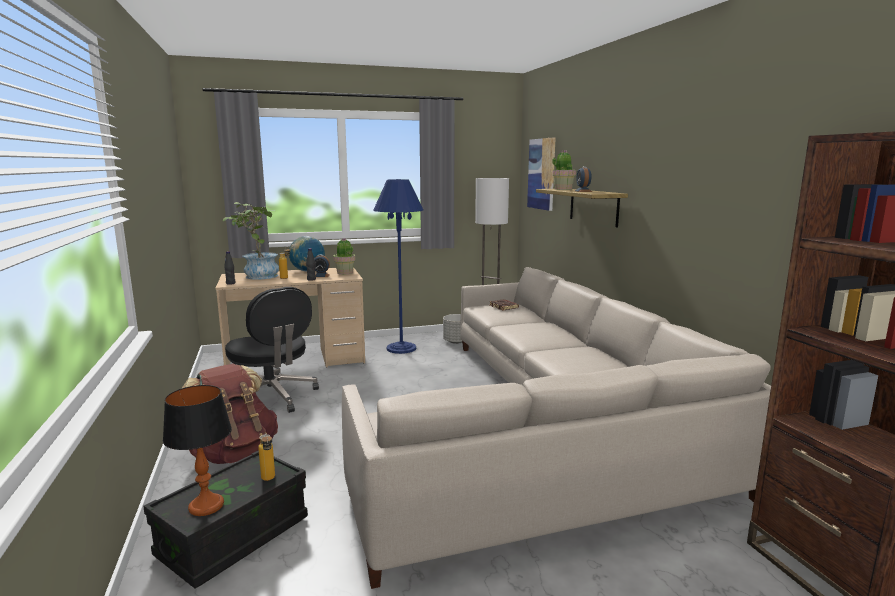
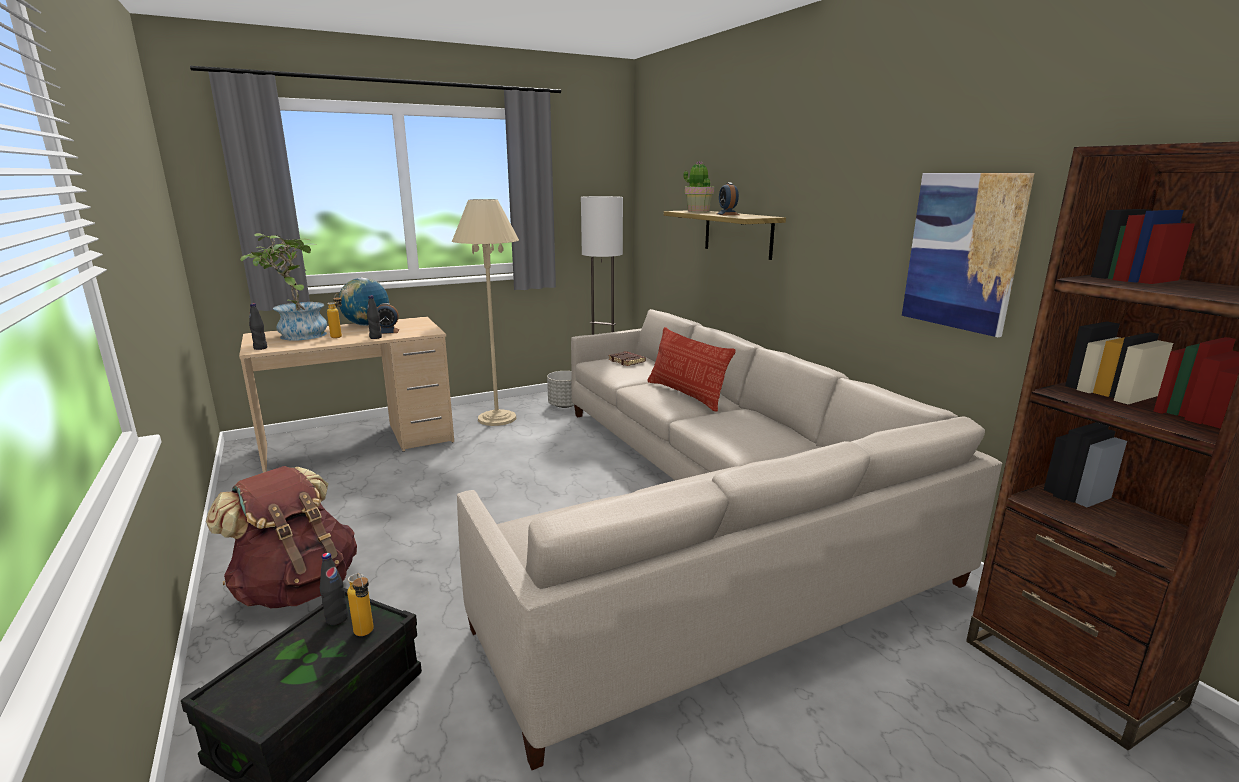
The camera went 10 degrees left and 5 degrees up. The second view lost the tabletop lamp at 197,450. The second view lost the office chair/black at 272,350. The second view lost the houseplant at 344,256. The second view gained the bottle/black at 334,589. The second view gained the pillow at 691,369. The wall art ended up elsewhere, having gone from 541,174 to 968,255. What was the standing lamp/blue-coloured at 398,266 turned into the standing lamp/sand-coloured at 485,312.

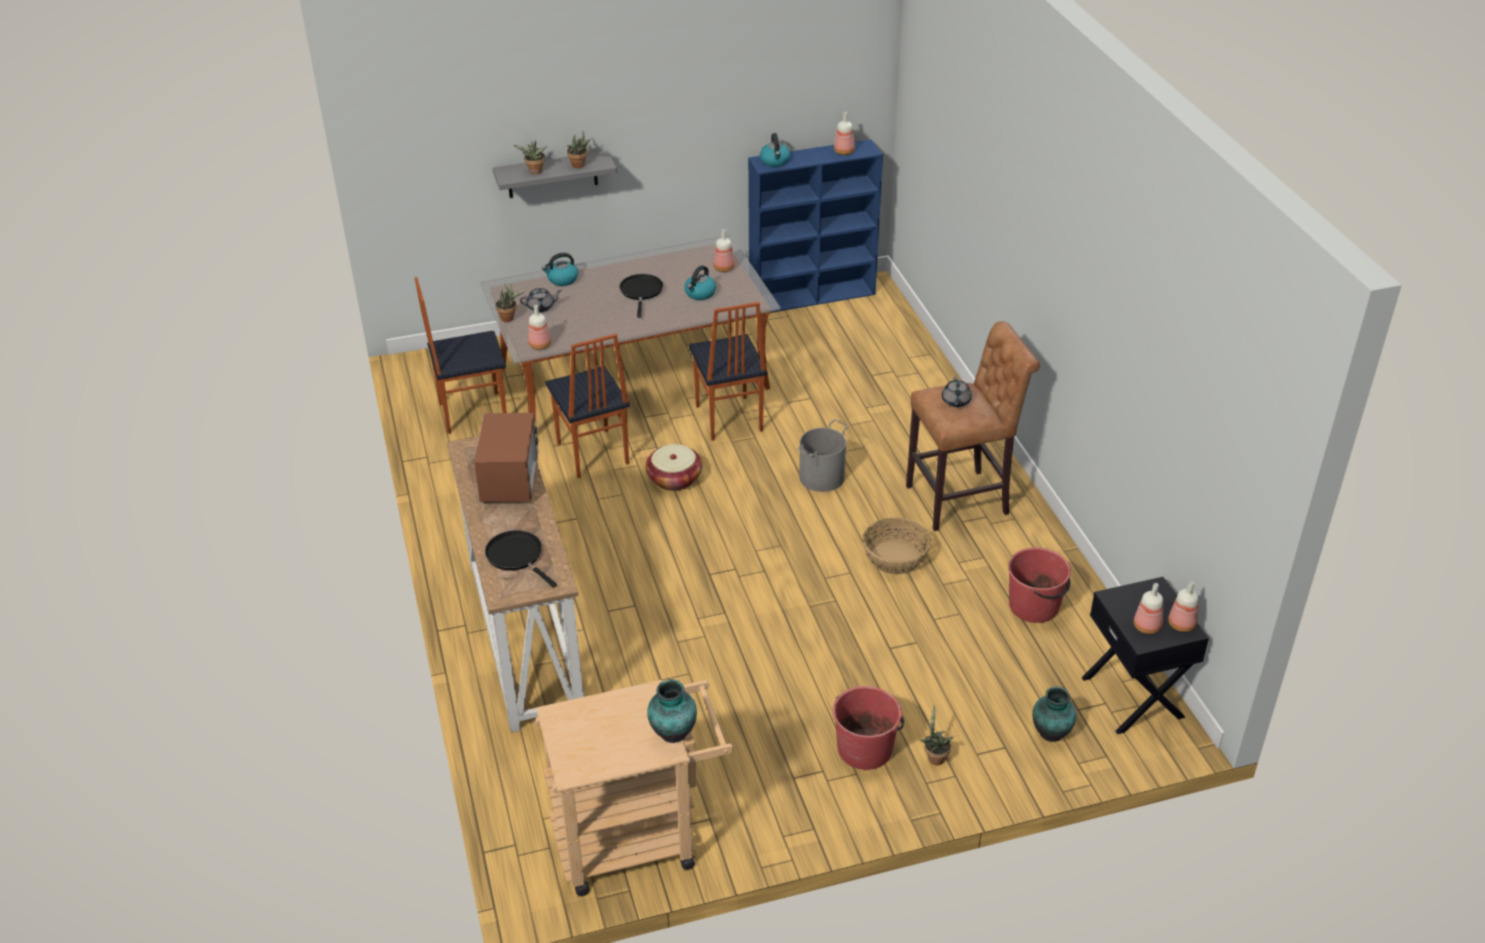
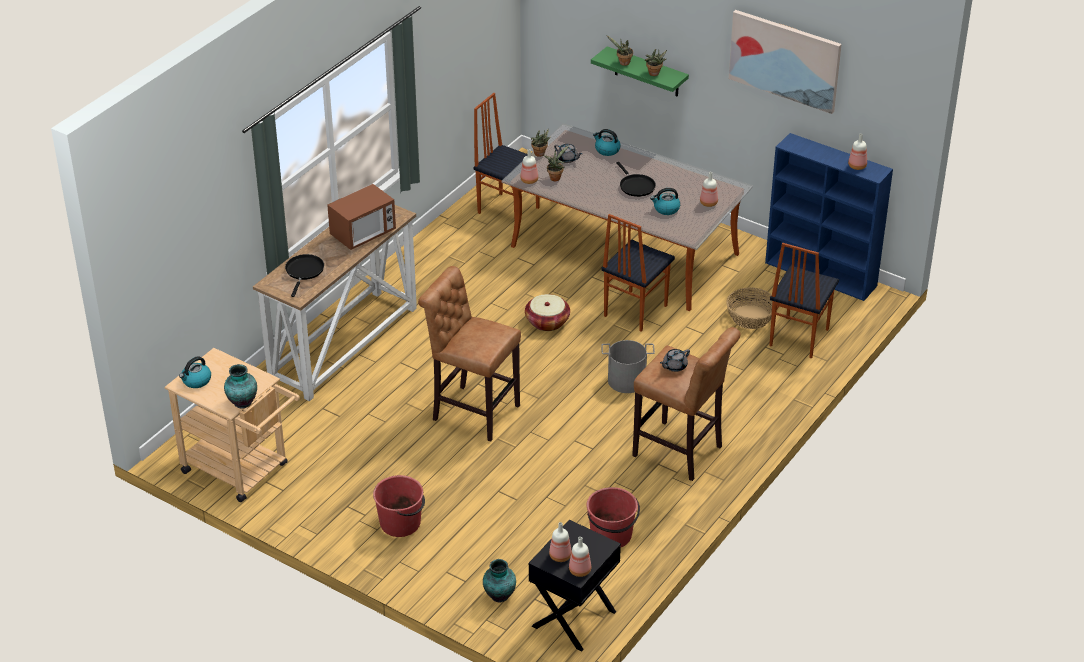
The camera went 50 degrees right and 0 degrees up. The second view gained the stool/brownish at 469,354. The second view gained the wall art at 785,62. The upright chair ended up elsewhere, having gone from 587,406 to 804,301. The tea kettle ended up elsewhere, having gone from 775,150 to 195,372. The household basket ended up elsewhere, having gone from 897,546 to 749,308. The houseplant ended up elsewhere, having gone from 936,735 to 556,163. What was the bracket shelf/gray at 555,174 turned into the bracket shelf/green-coloured at 640,71. The skillet/black at 641,295 ended up facing another way, 105 degrees clockwise from before.

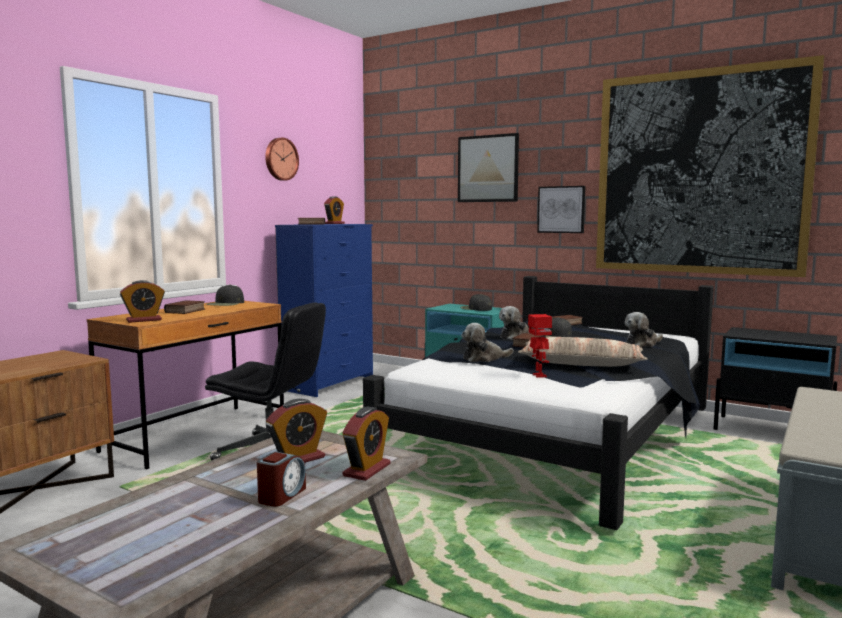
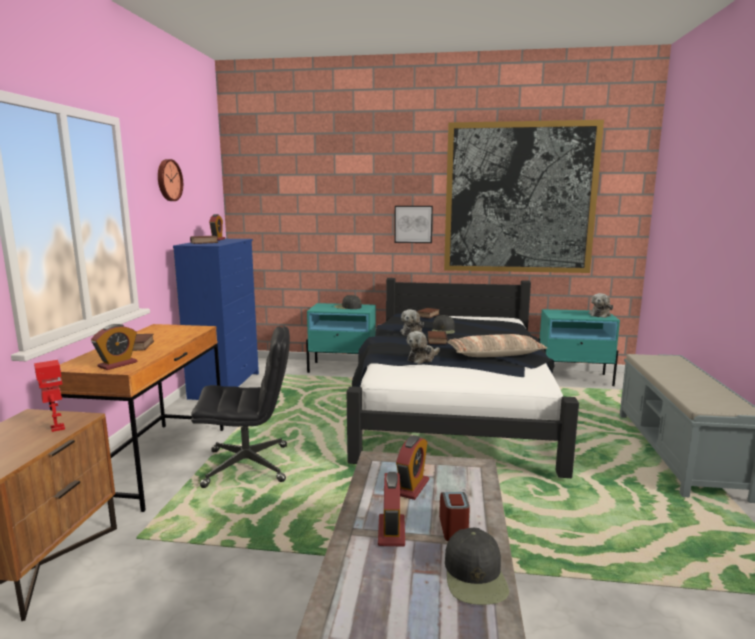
The camera went 25 degrees left and 5 degrees up. The second view lost the wall art at 488,167. The cap/black ended up elsewhere, having gone from 225,295 to 477,566. The bedside clock ended up elsewhere, having gone from 366,444 to 391,509. The toy robot ended up elsewhere, having gone from 540,346 to 49,396. The plush toy ended up elsewhere, having gone from 644,329 to 601,305. What was the nightstand/black at 775,378 turned into the nightstand/turquoise at 579,347.

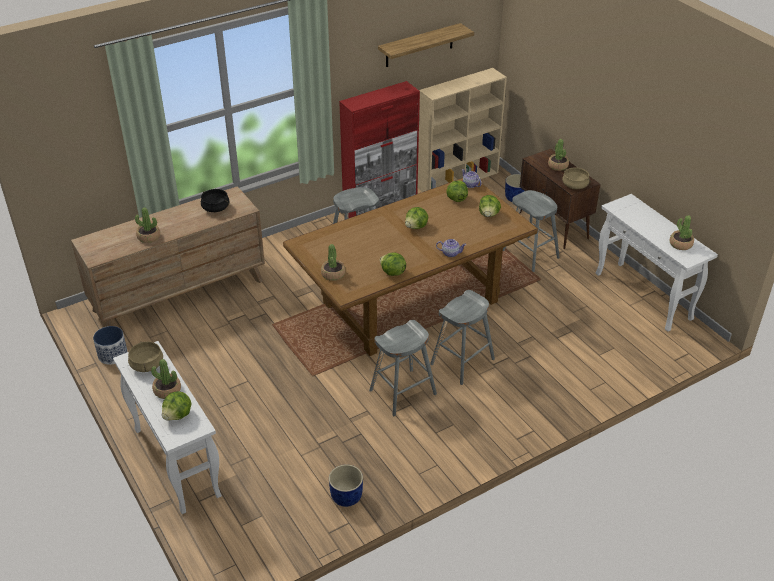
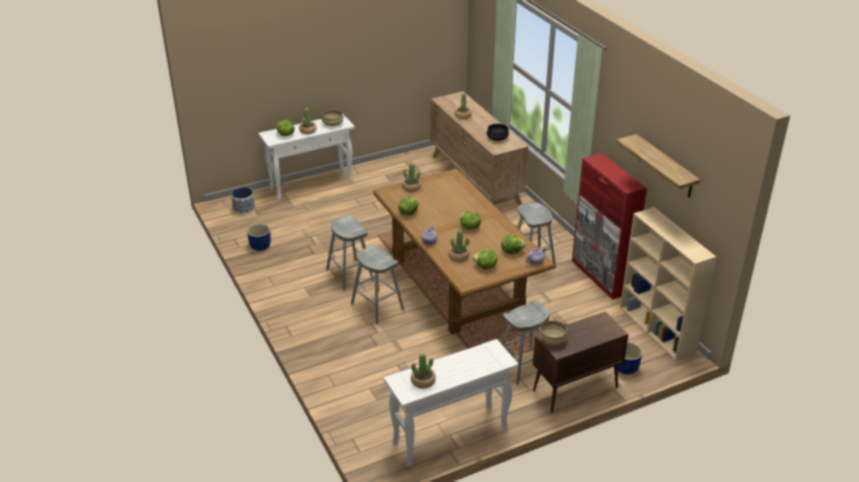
The camera went 95 degrees right and 5 degrees down. The plant pot ended up elsewhere, having gone from 110,345 to 243,201. The houseplant ended up elsewhere, having gone from 558,155 to 458,246.

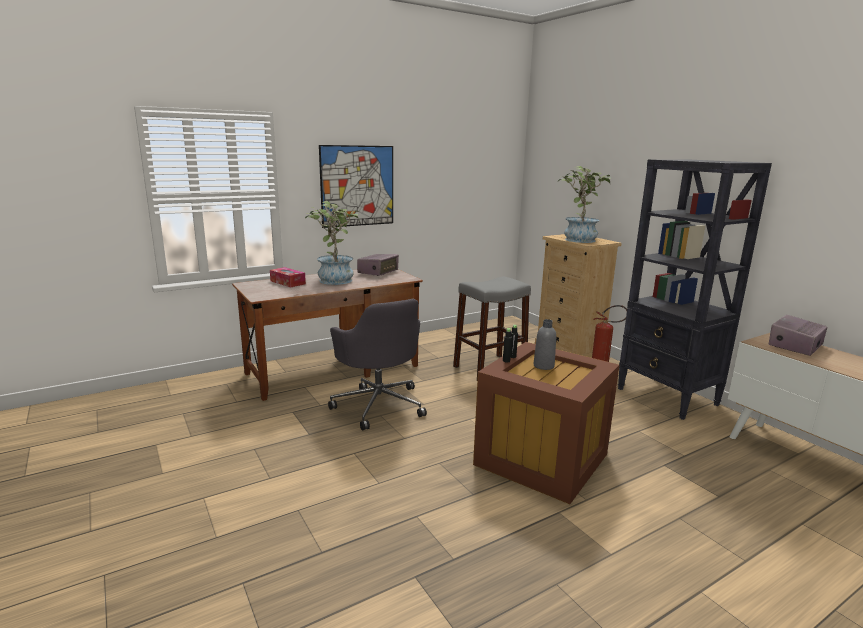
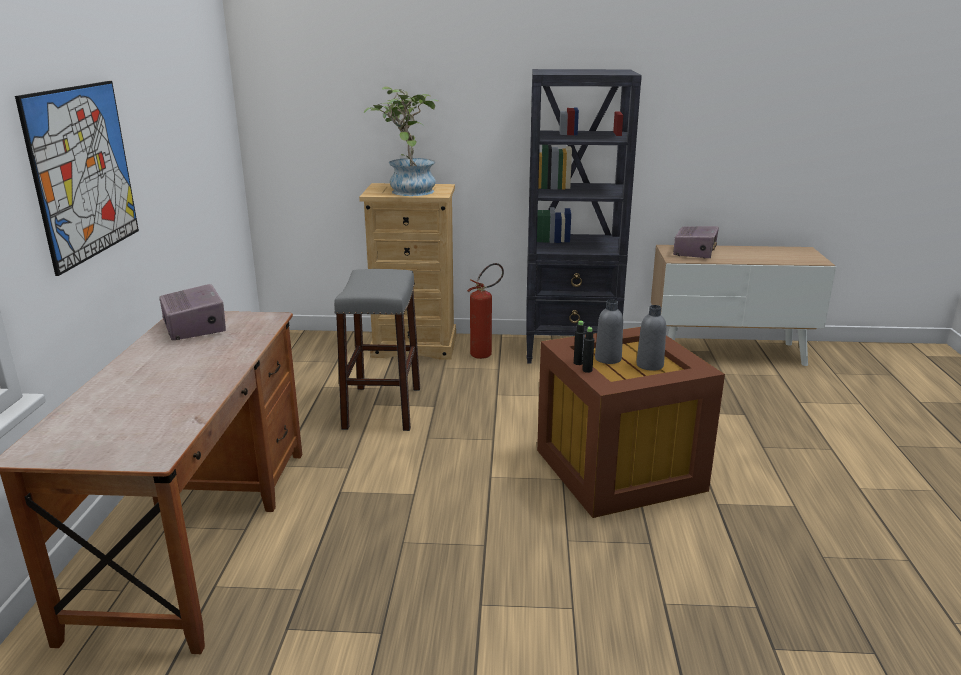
The camera went 55 degrees left and 5 degrees up. The second view lost the box of tissues at 288,277. The second view lost the houseplant at 332,243. The second view lost the office chair/gray at 377,364. The second view gained the bottle/gray at 651,338. The radio set at 797,335 ended up facing another way, 150 degrees counterclockwise from before.

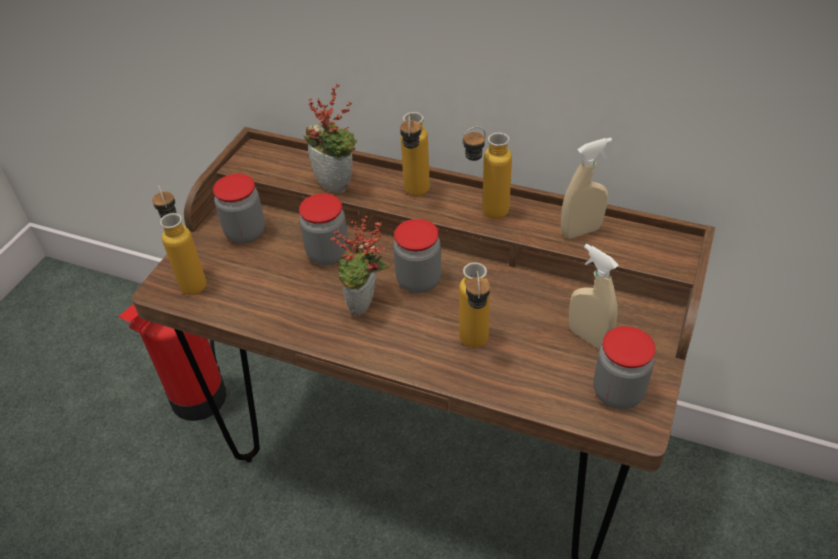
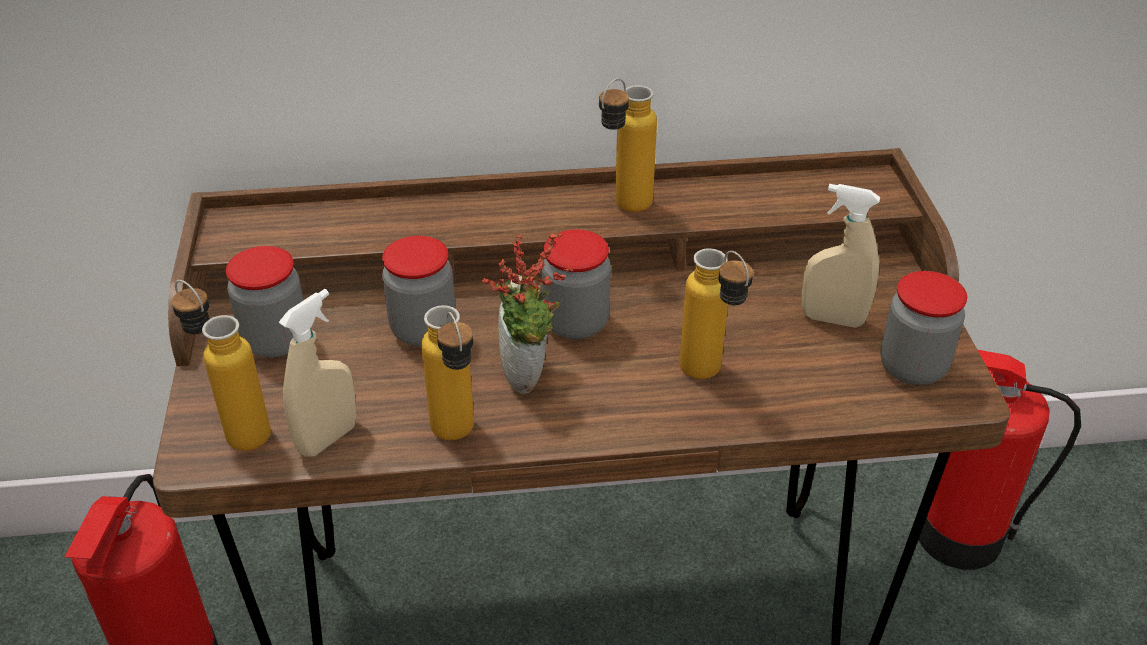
The camera went 30 degrees left and 5 degrees down. The second view lost the houseplant at 330,138. The second view gained the fire-fighting cylinder at 999,460. The bottle ended up elsewhere, having gone from 415,154 to 447,372. The spray bottle/sand-coloured ended up elsewhere, having gone from 586,188 to 317,373.

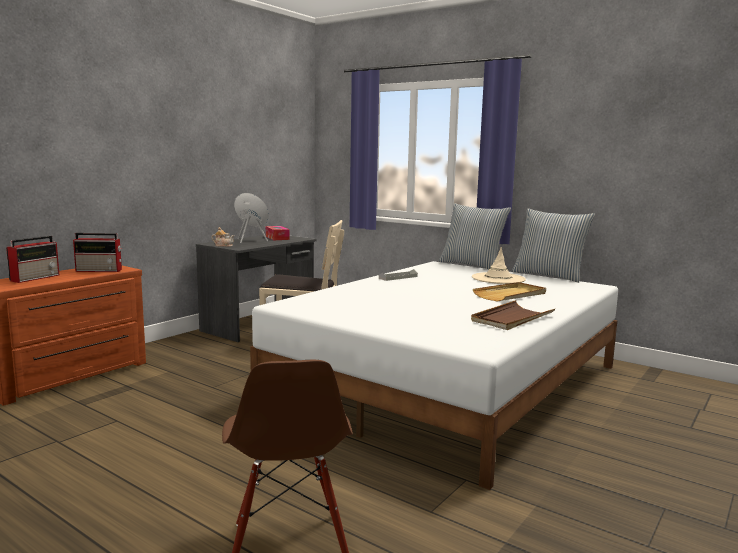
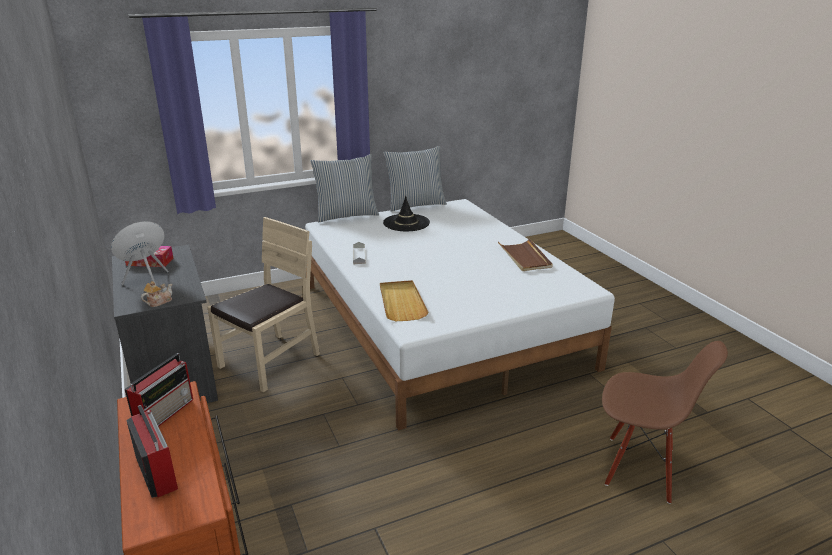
The camera went 60 degrees left and 15 degrees up. The serving tray/sand-coloured ended up elsewhere, having gone from 509,291 to 404,300. What was the clothing hat/sand-coloured at 499,265 turned into the clothing hat/black at 406,213.

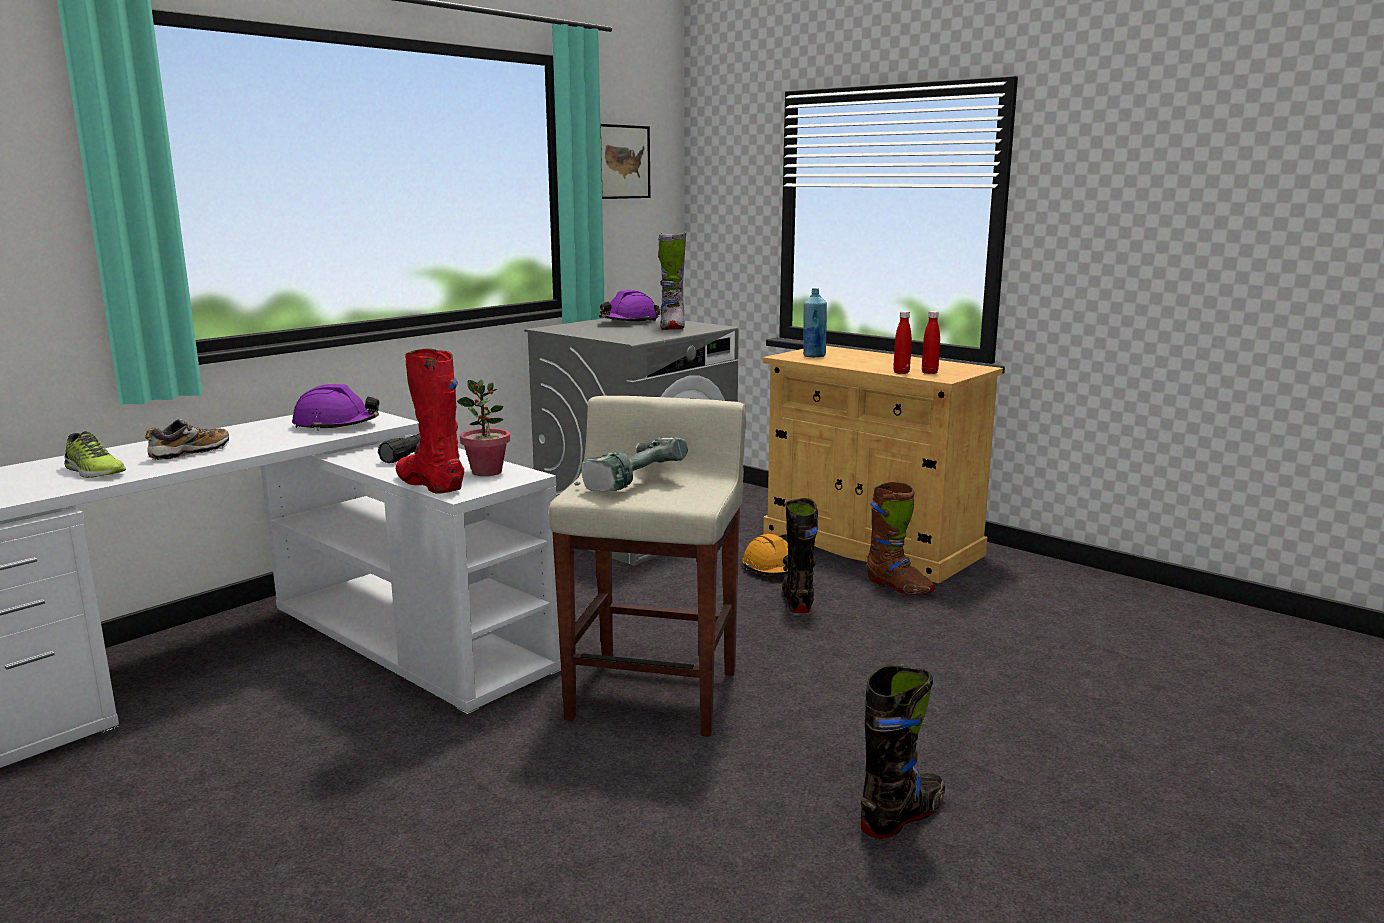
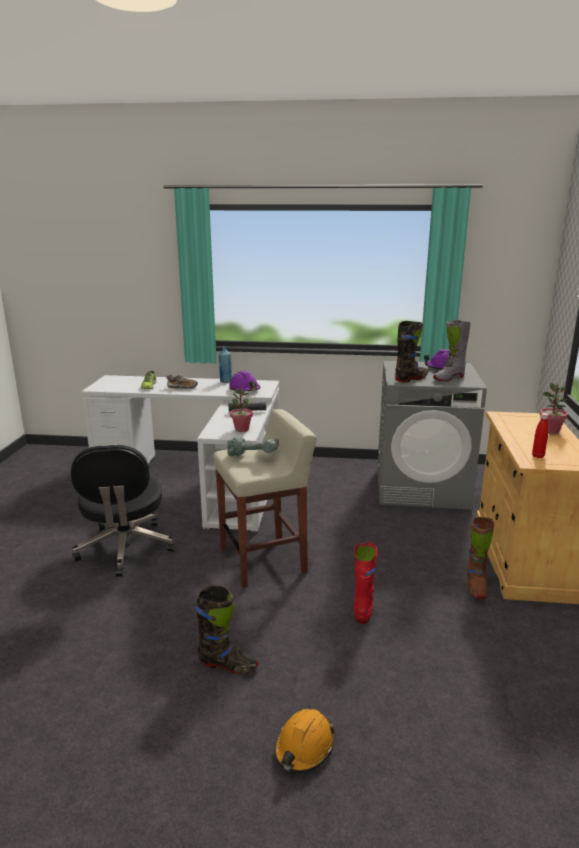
The camera went 55 degrees right and 5 degrees up. The second view lost the wall art at 626,161. The second view lost the bottle/red-coloured at 902,342. The second view gained the office chair/black at 123,511. The second view gained the houseplant at 554,408. The tall boot/red-coloured ended up elsewhere, having gone from 430,421 to 366,583. The hard hat/orangey ended up elsewhere, having gone from 765,554 to 305,741. The tall boot/black ended up elsewhere, having gone from 800,555 to 411,351. The bottle/blue-coloured ended up elsewhere, having gone from 815,322 to 225,364.

